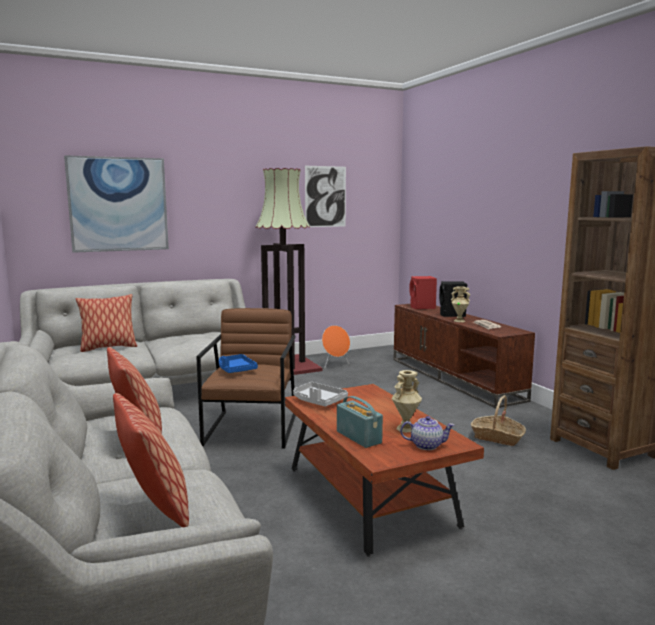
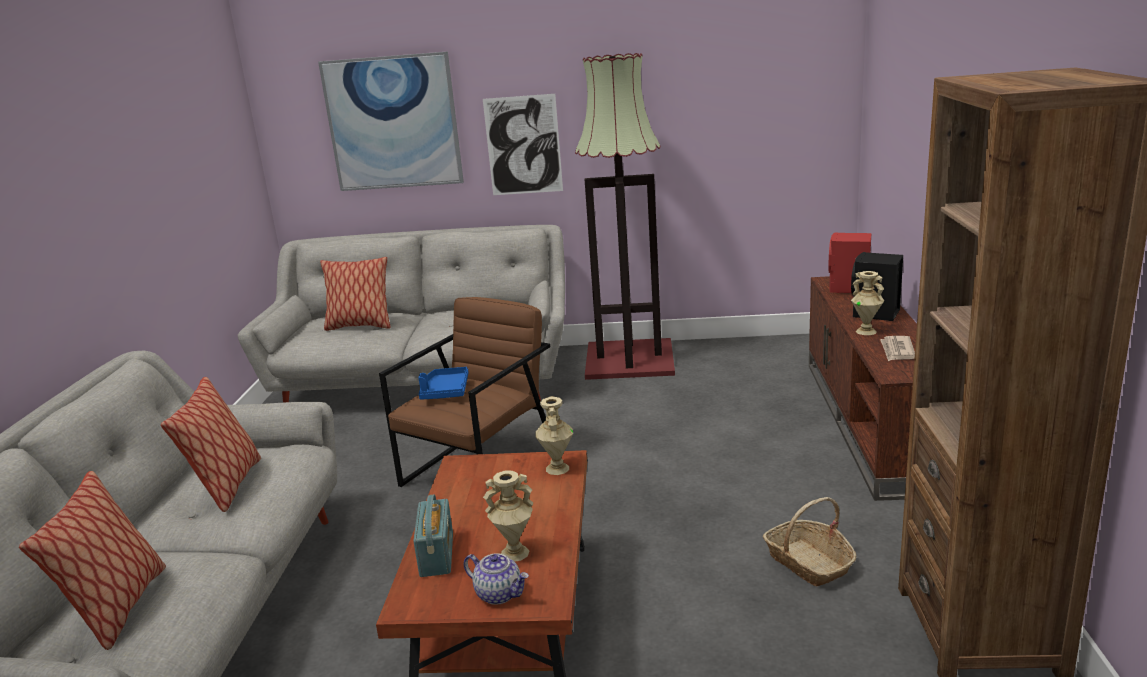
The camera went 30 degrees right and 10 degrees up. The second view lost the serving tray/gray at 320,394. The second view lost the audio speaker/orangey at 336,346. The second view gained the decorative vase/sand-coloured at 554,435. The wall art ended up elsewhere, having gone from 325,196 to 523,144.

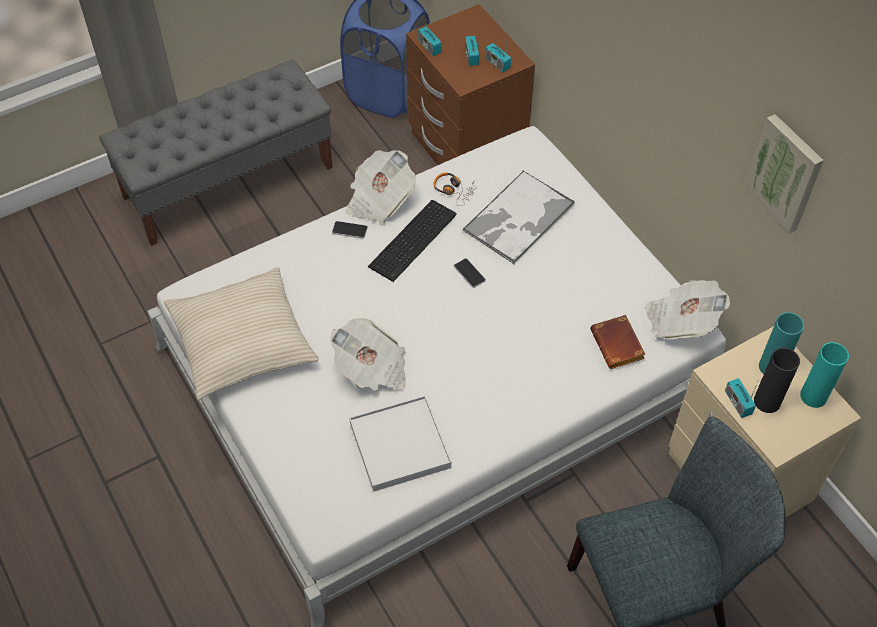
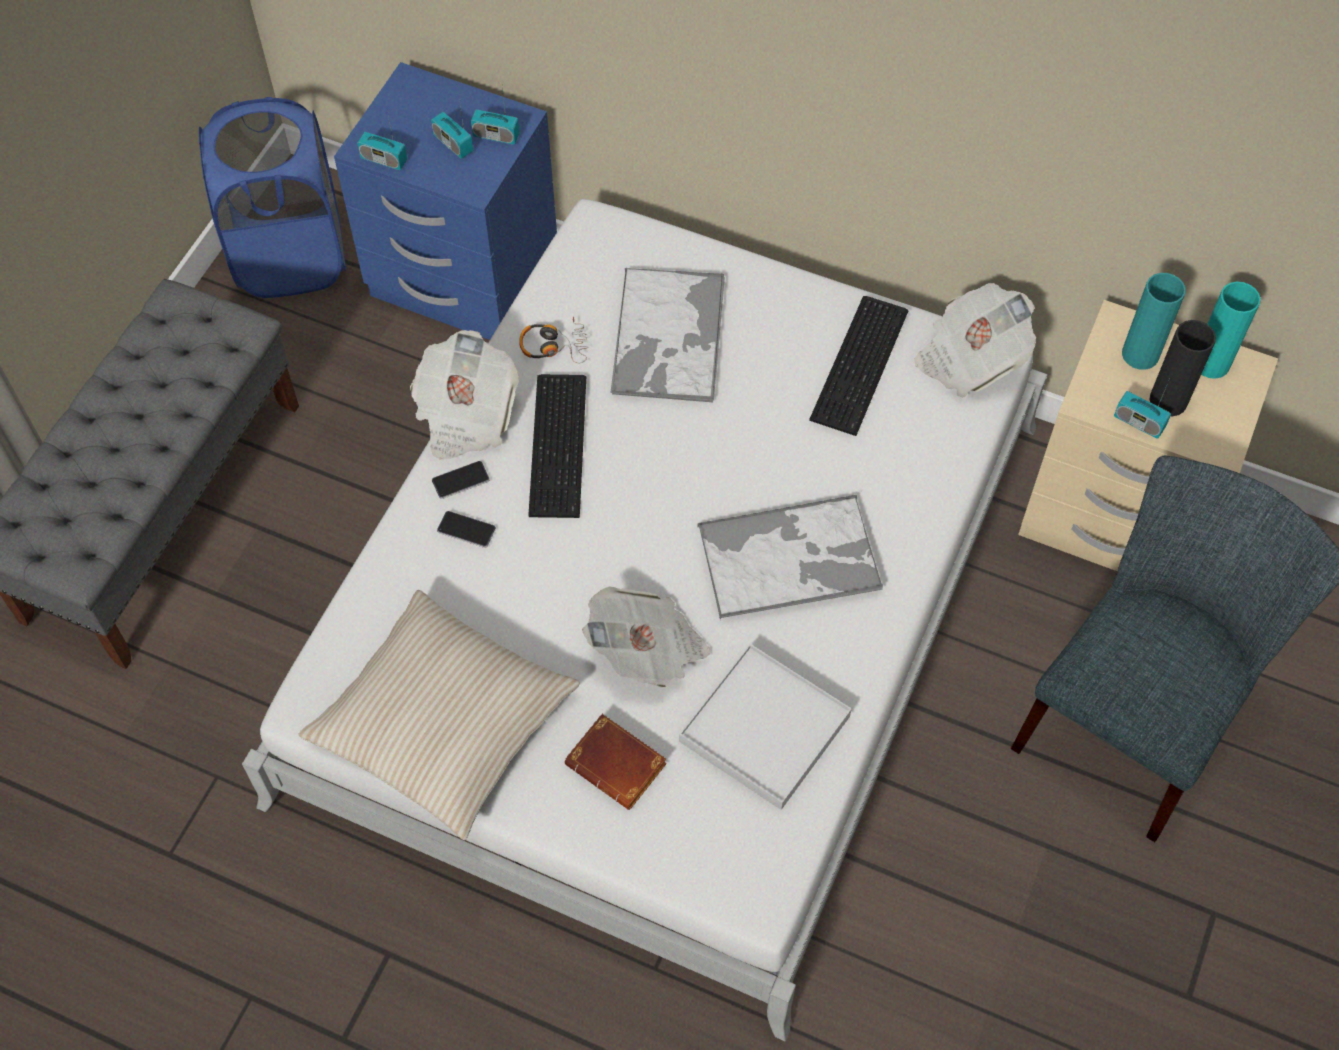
The camera went 35 degrees left and 5 degrees up. The second view lost the wall art at 784,174. The second view gained the serving tray at 790,557. The second view gained the computer keyboard at 858,366. The handset ended up elsewhere, having gone from 470,273 to 466,529. The volume/brownish ended up elsewhere, having gone from 617,342 to 615,762. What was the nightstand/brownish at 470,84 turned into the nightstand/blue-coloured at 445,201.

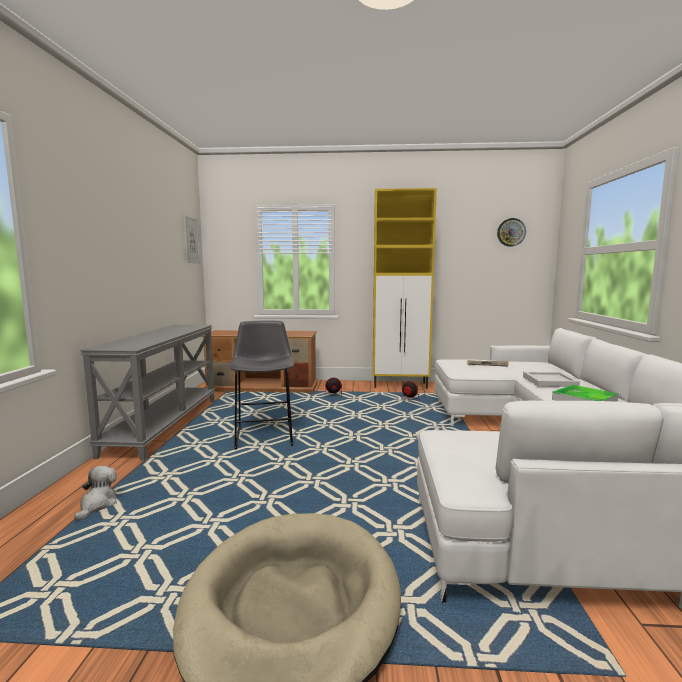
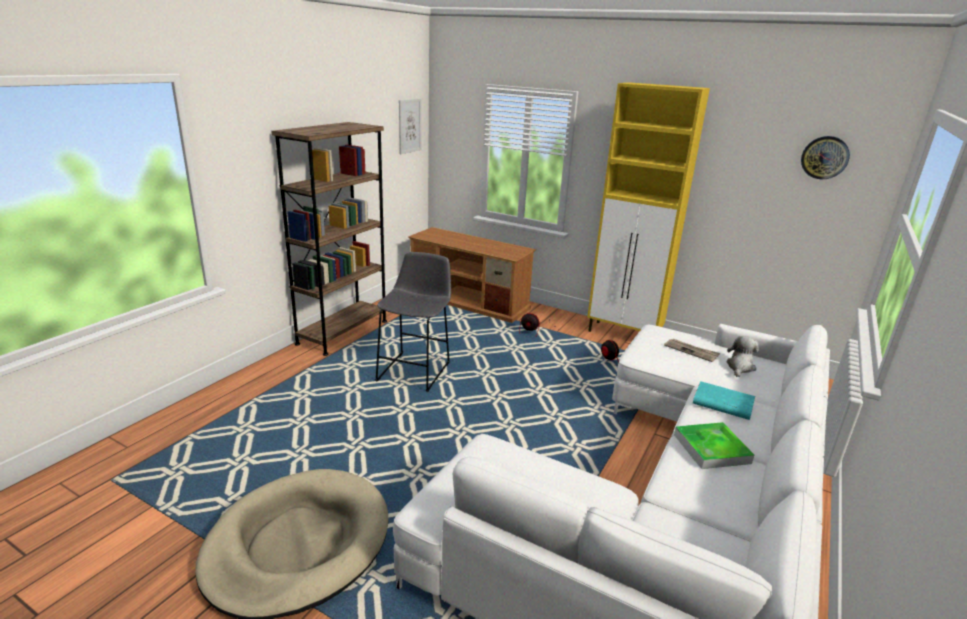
The camera went 25 degrees right and 15 degrees up. The plush toy ended up elsewhere, having gone from 95,493 to 743,356. Where the narrow table/gray stood at 147,392, the shelving unit/brownish came to stand at 329,239. Where the serving tray/white stood at 551,379, the volume/turquoise came to stand at 724,400.

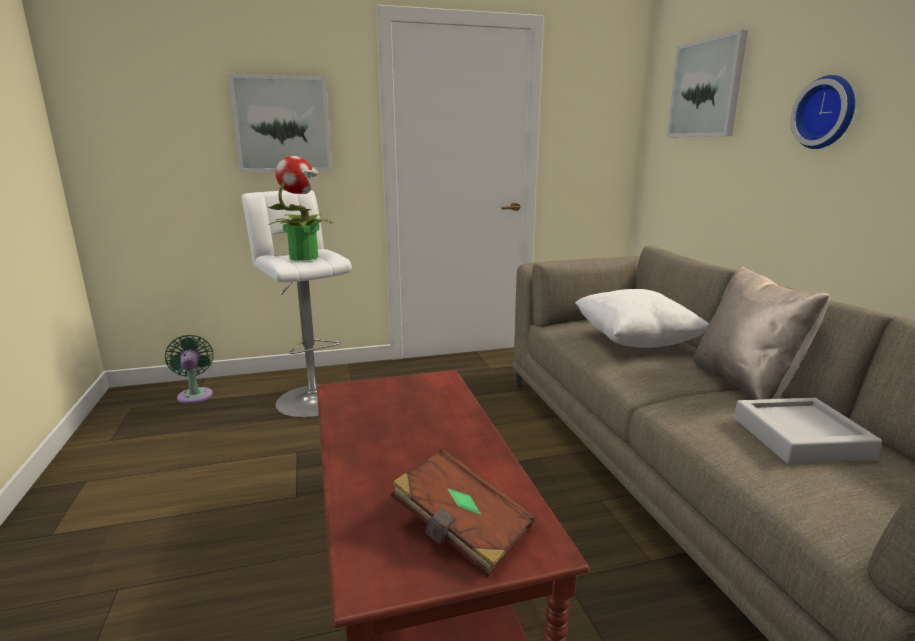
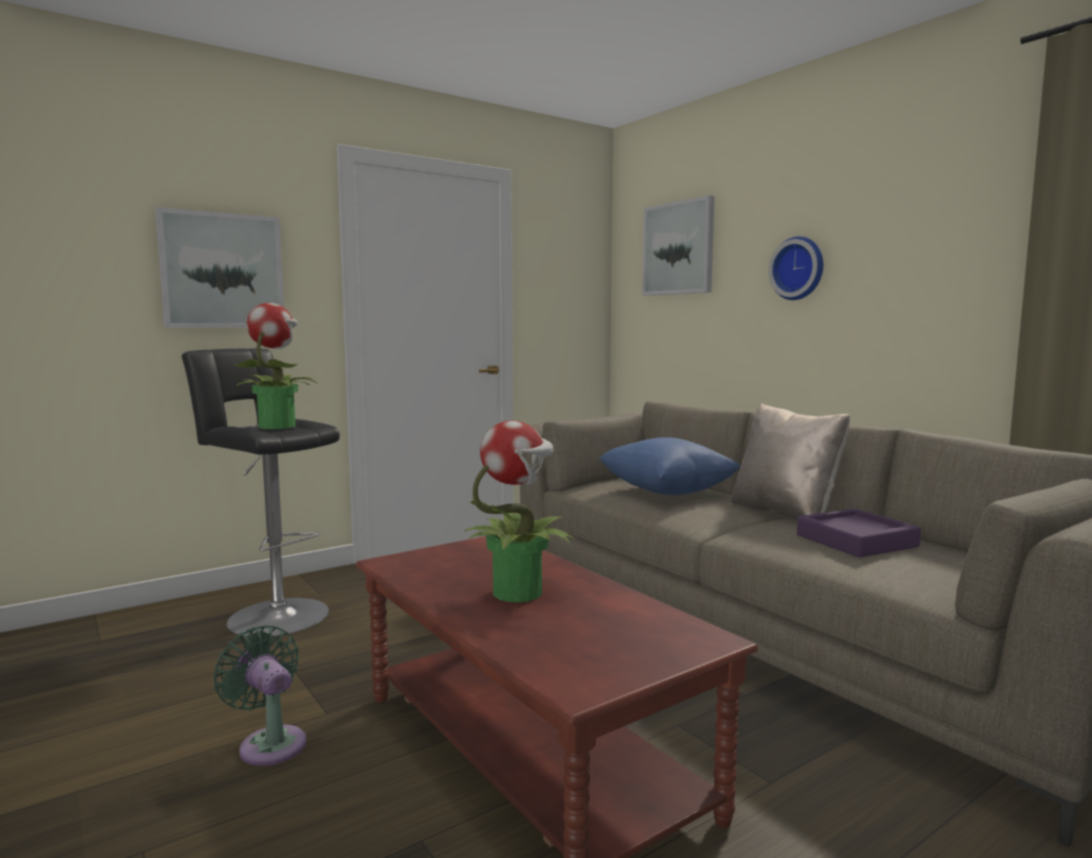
The camera went 20 degrees left and 10 degrees down. The second view lost the volume/brownish at 463,512. The second view gained the houseplant at 519,511. The fan/green-coloured ended up elsewhere, having gone from 189,369 to 260,695. What was the stool/white at 296,304 turned into the stool/black at 261,492. What was the pillow/white at 642,318 turned into the pillow/blue-coloured at 670,466. What was the serving tray/gray at 808,431 turned into the serving tray/purple-coloured at 859,533.

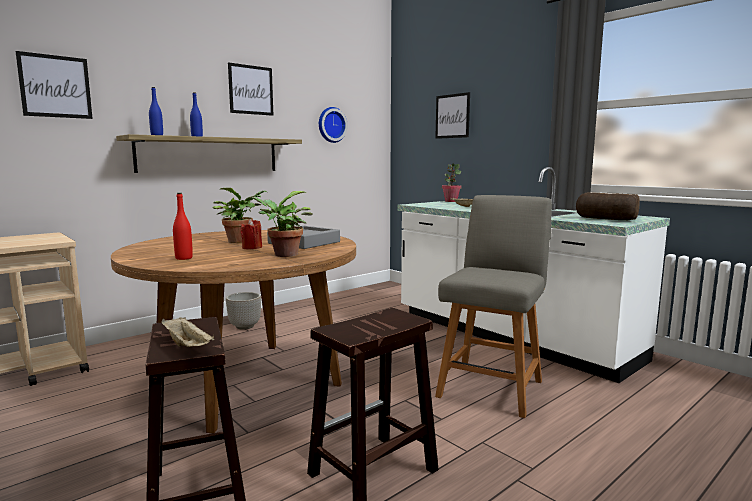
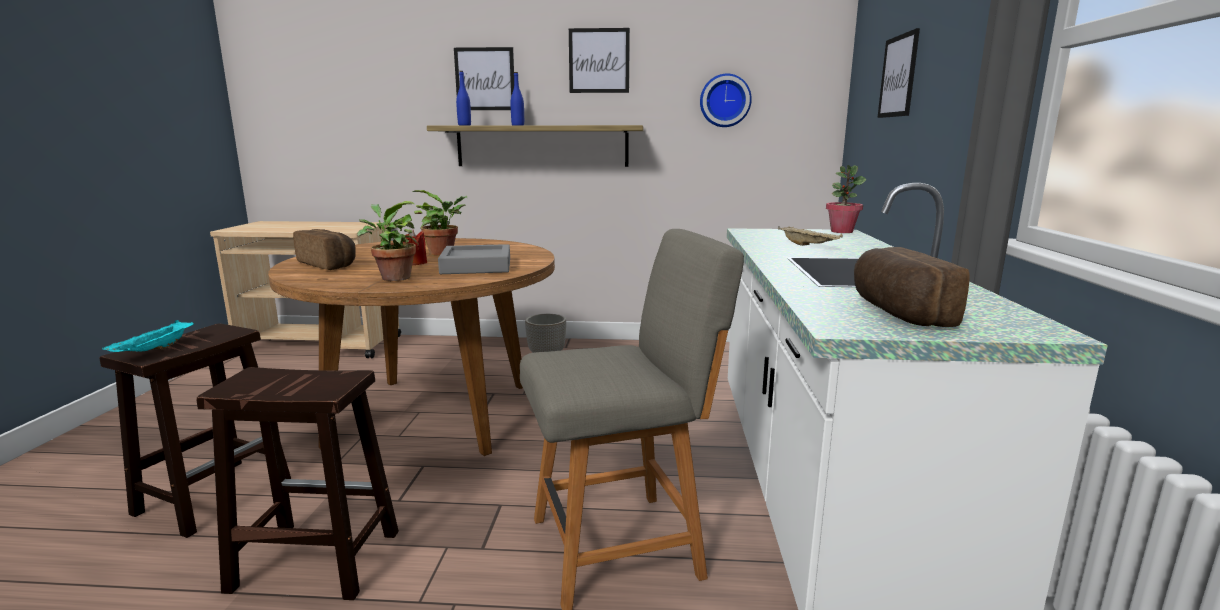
The camera went 45 degrees right and 5 degrees up. The wall art ended up elsewhere, having gone from 54,85 to 484,78. Where the bottle/red-coloured stood at 183,226, the bakery bread came to stand at 324,249. What was the serving tray/sand-coloured at 187,332 turned into the serving tray/turquoise at 148,336.

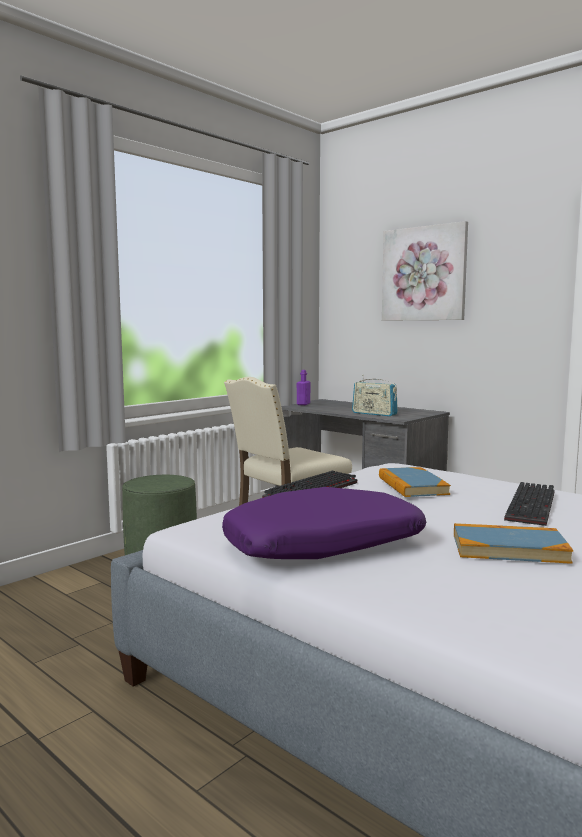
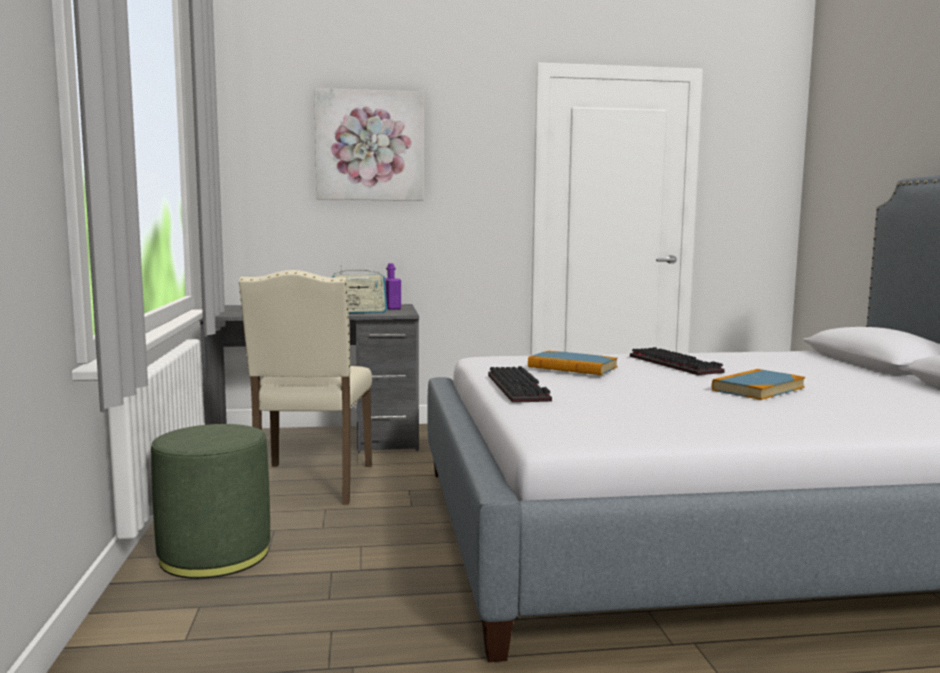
The camera went 50 degrees left and 0 degrees up. The second view lost the pillow/purple-coloured at 324,523. The bottle/purple-coloured ended up elsewhere, having gone from 303,387 to 393,286.

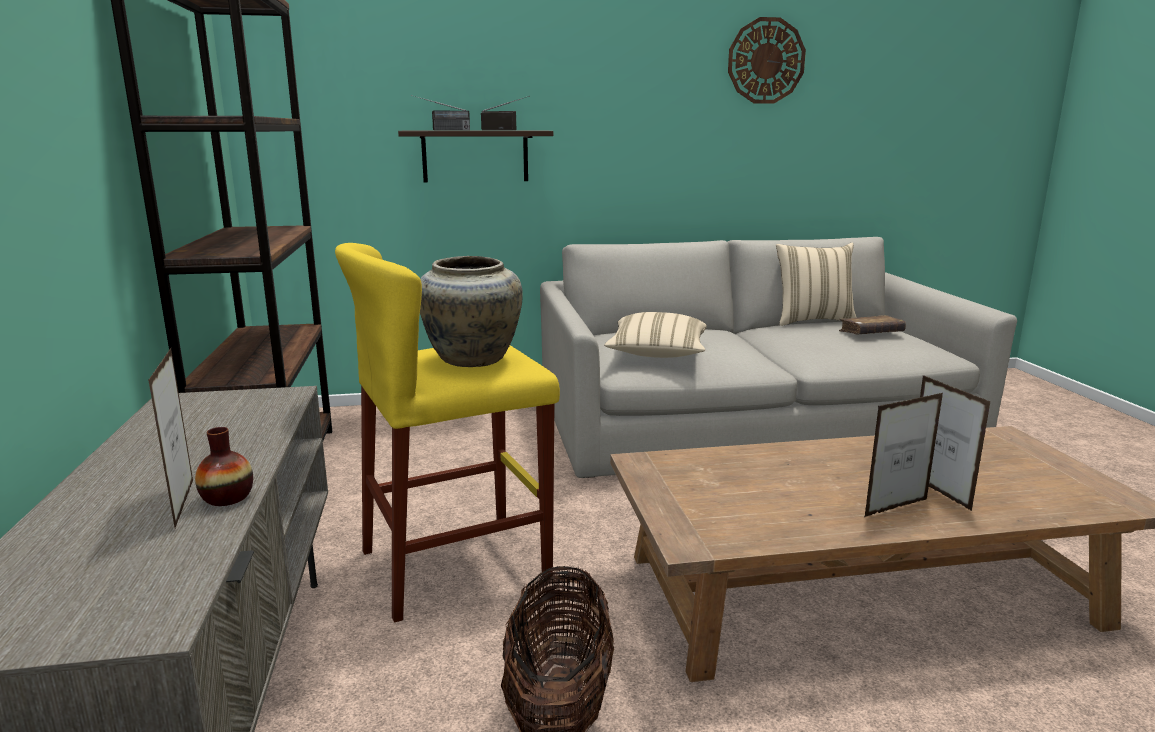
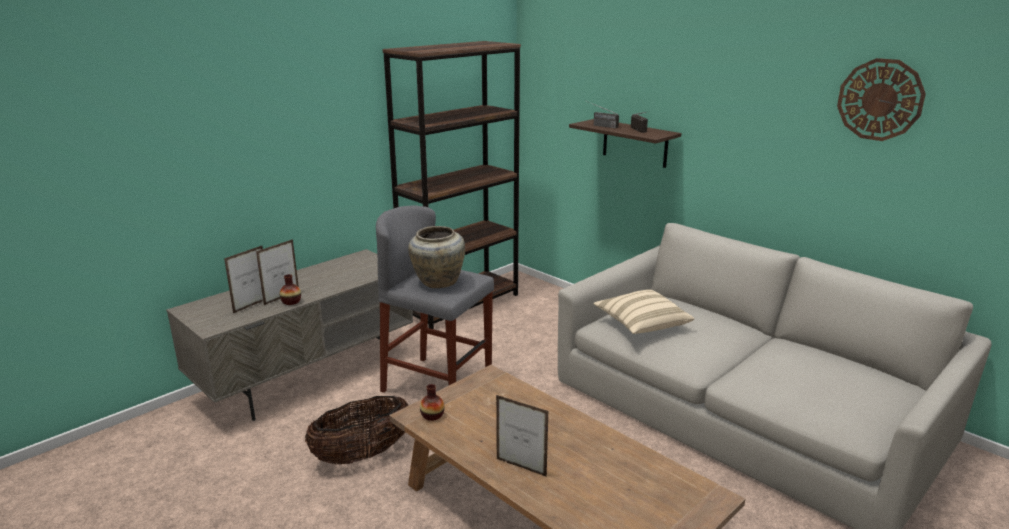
The camera went 55 degrees right and 5 degrees up. The second view lost the pillow/sand-coloured at 816,284. The second view lost the volume/brownish at 872,324. The second view gained the decorative vase at 432,402. The standing frame ended up elsewhere, having gone from 955,443 to 243,279. What was the stool/yellow-coloured at 447,433 turned into the stool/gray at 435,299.

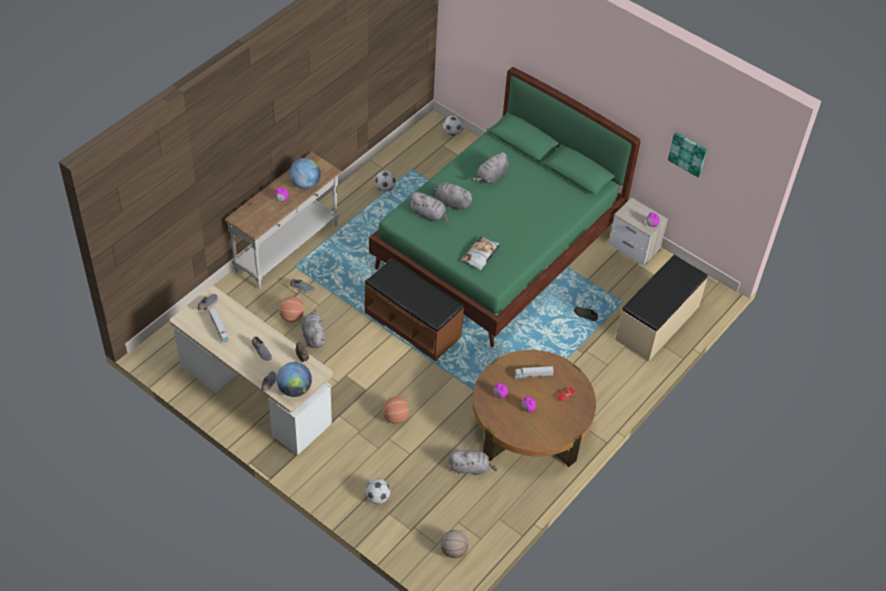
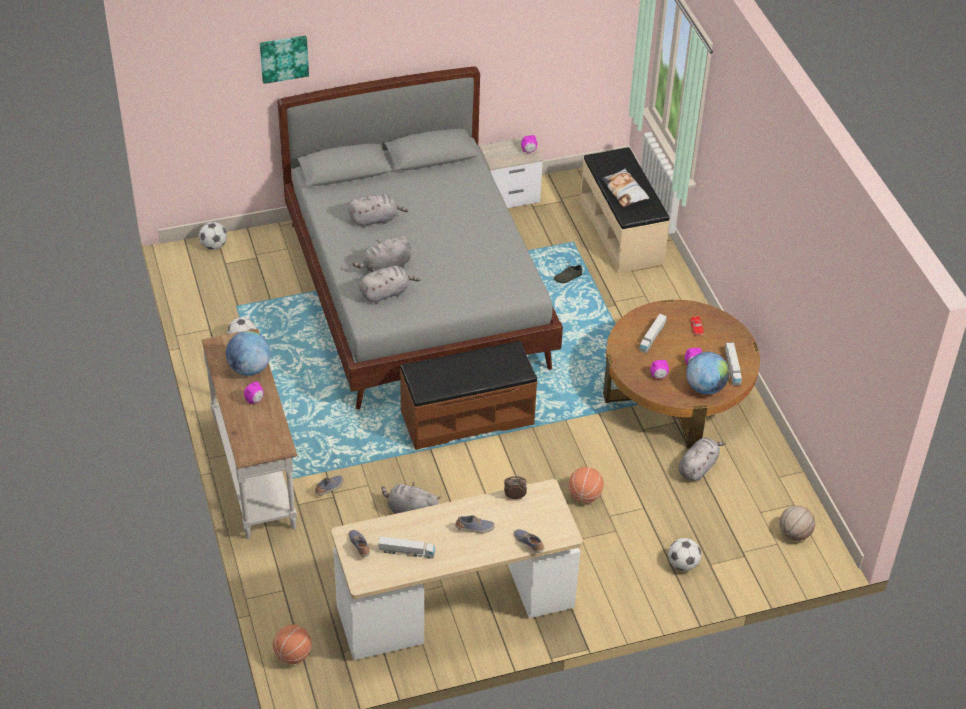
The camera went 55 degrees left and 5 degrees down. The second view gained the toy truck at 733,364. The desk globe ended up elsewhere, having gone from 294,379 to 707,373. The basketball ended up elsewhere, having gone from 291,309 to 292,644. The pillow ended up elsewhere, having gone from 481,253 to 625,188. The wall art ended up elsewhere, having gone from 687,154 to 284,60. What was the bed/green-coloured at 505,207 turned into the bed/gray at 420,237. The plush toy/gray at 489,168 ended up facing another way, 90 degrees counterclockwise from before.

